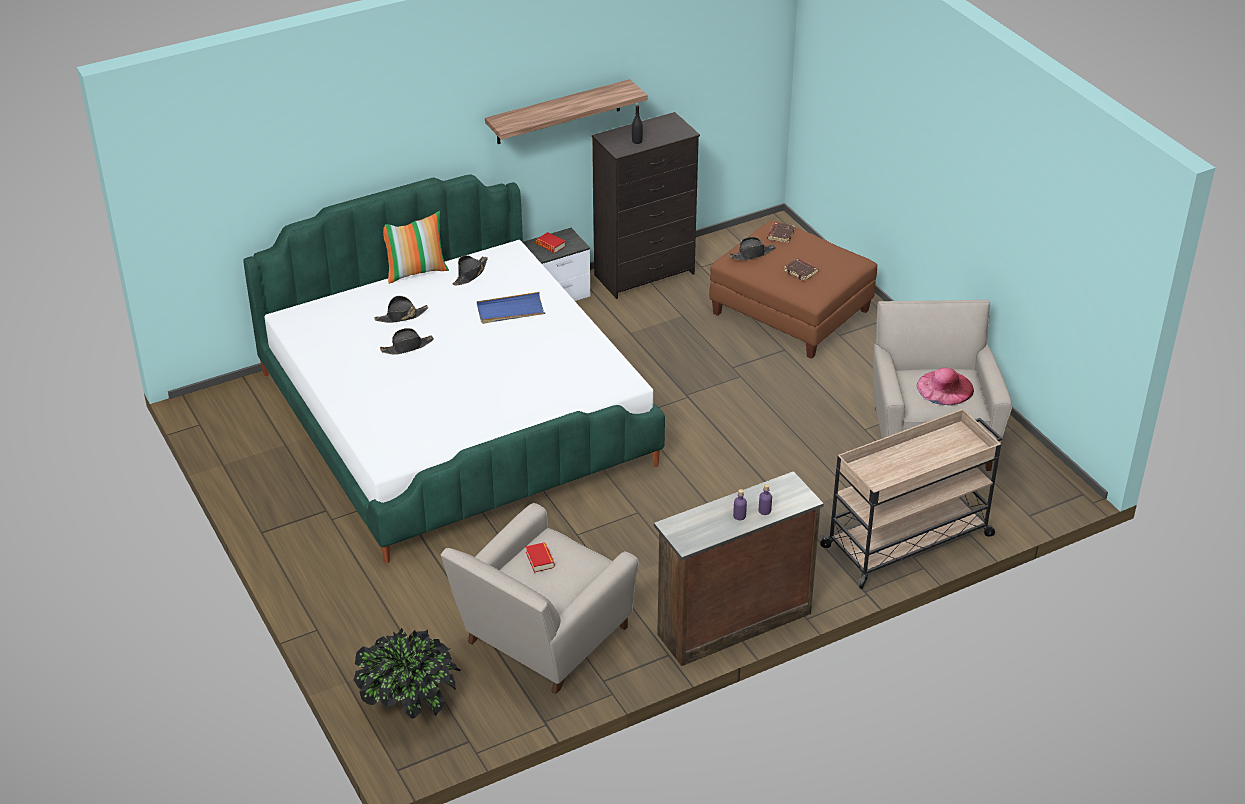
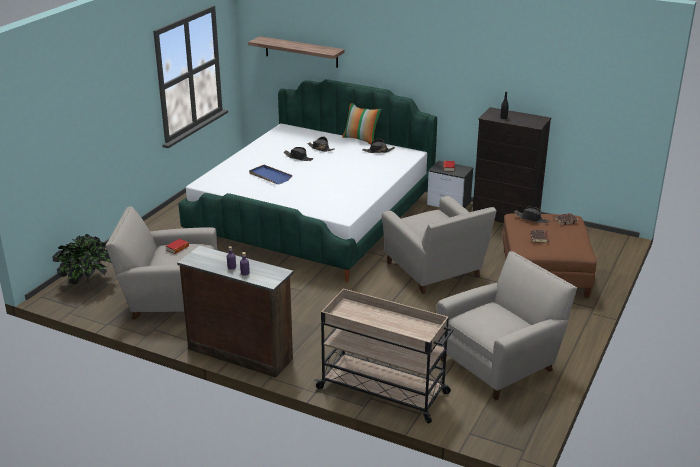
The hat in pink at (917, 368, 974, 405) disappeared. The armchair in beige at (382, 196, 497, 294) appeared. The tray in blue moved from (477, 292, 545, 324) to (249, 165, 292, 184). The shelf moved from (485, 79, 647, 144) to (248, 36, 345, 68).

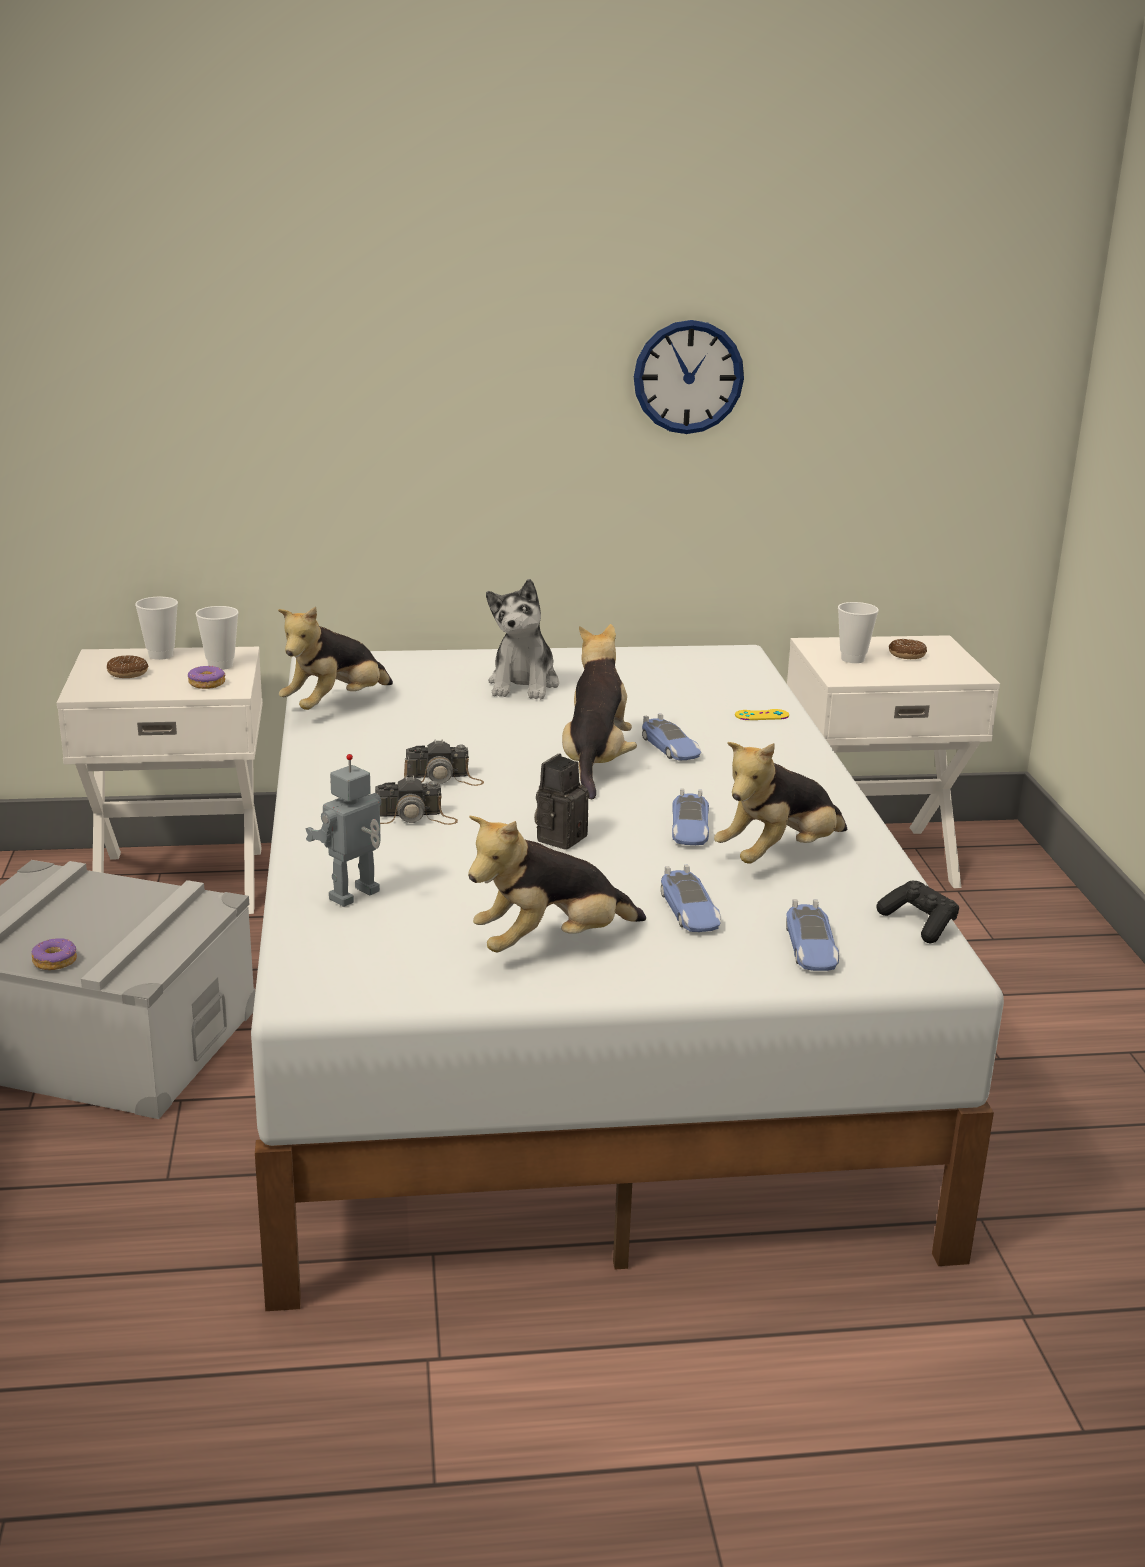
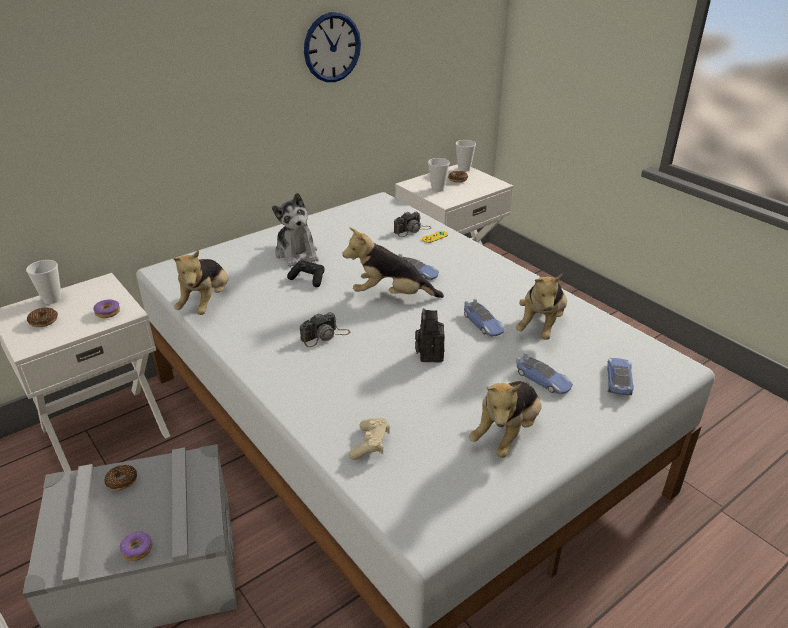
The donut at (104, 465, 137, 491) appeared. The cup moved from (196, 606, 239, 670) to (456, 140, 476, 172). The photo camera moved from (375, 775, 458, 825) to (394, 211, 432, 237). The game controller in black moved from (877, 880, 959, 943) to (287, 260, 325, 287). The toy robot at (305, 754, 381, 907) was replaced by the game controller in beige at (349, 418, 390, 460). The plush toy at (562, 624, 637, 800) turned 60 degrees counterclockwise. The toy car at (786, 899, 839, 971) turned 135 degrees counterclockwise.

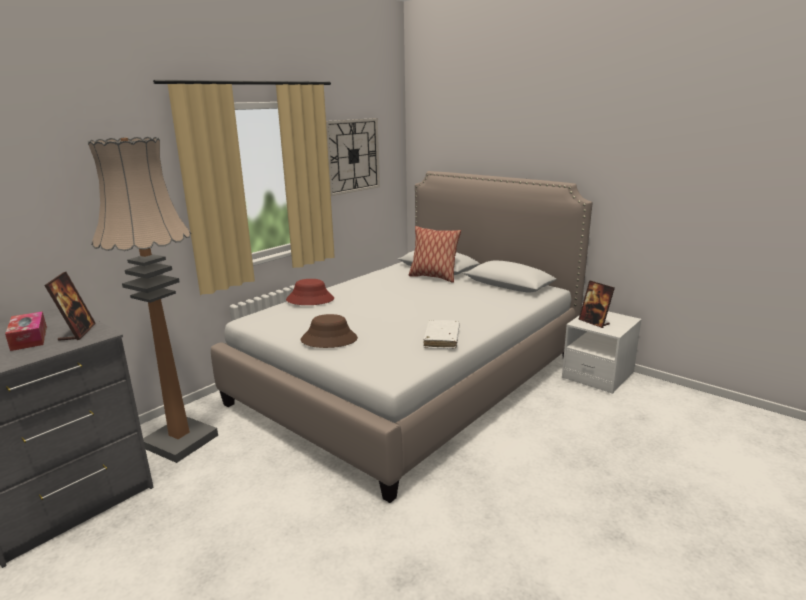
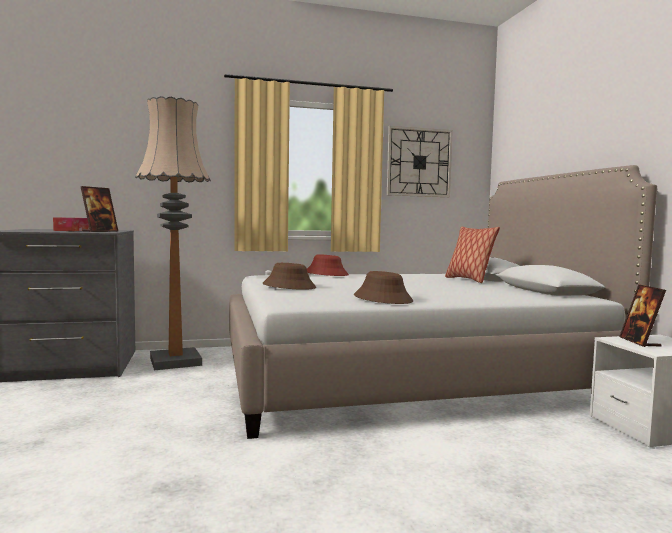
The book in white at (423, 320, 460, 349) was replaced by the hat in brown at (354, 271, 413, 304).

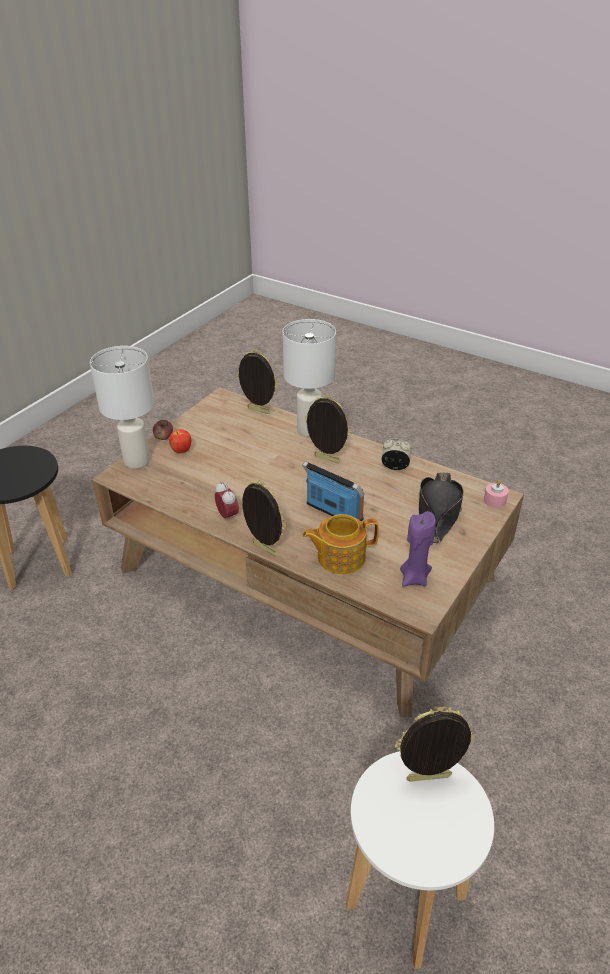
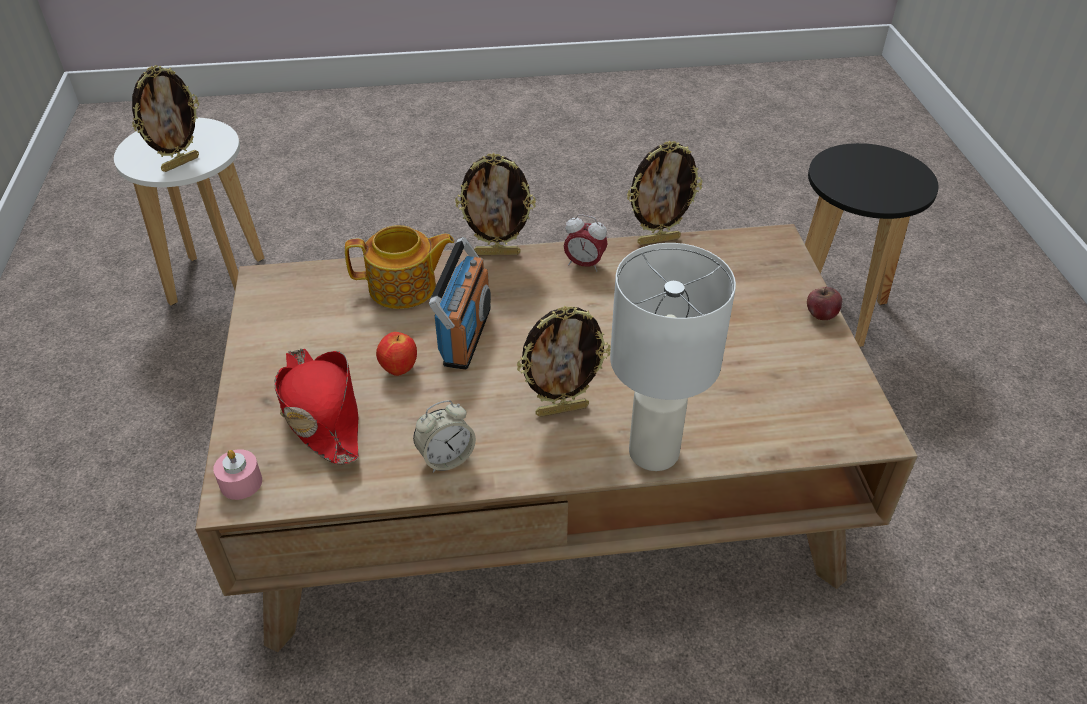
The table lamp in white at (90, 346, 154, 469) disappeared. The candle in purple at (400, 511, 436, 587) disappeared. The apple moved from (169, 429, 192, 453) to (376, 332, 417, 376). The picture frame moved from (237, 349, 278, 414) to (627, 141, 703, 245). The hat in black at (419, 472, 464, 543) became the hat in red at (274, 349, 359, 464). The radio at (302, 461, 365, 521) turned 75 degrees counterclockwise. The teapot at (303, 514, 379, 574) turned 45 degrees clockwise.

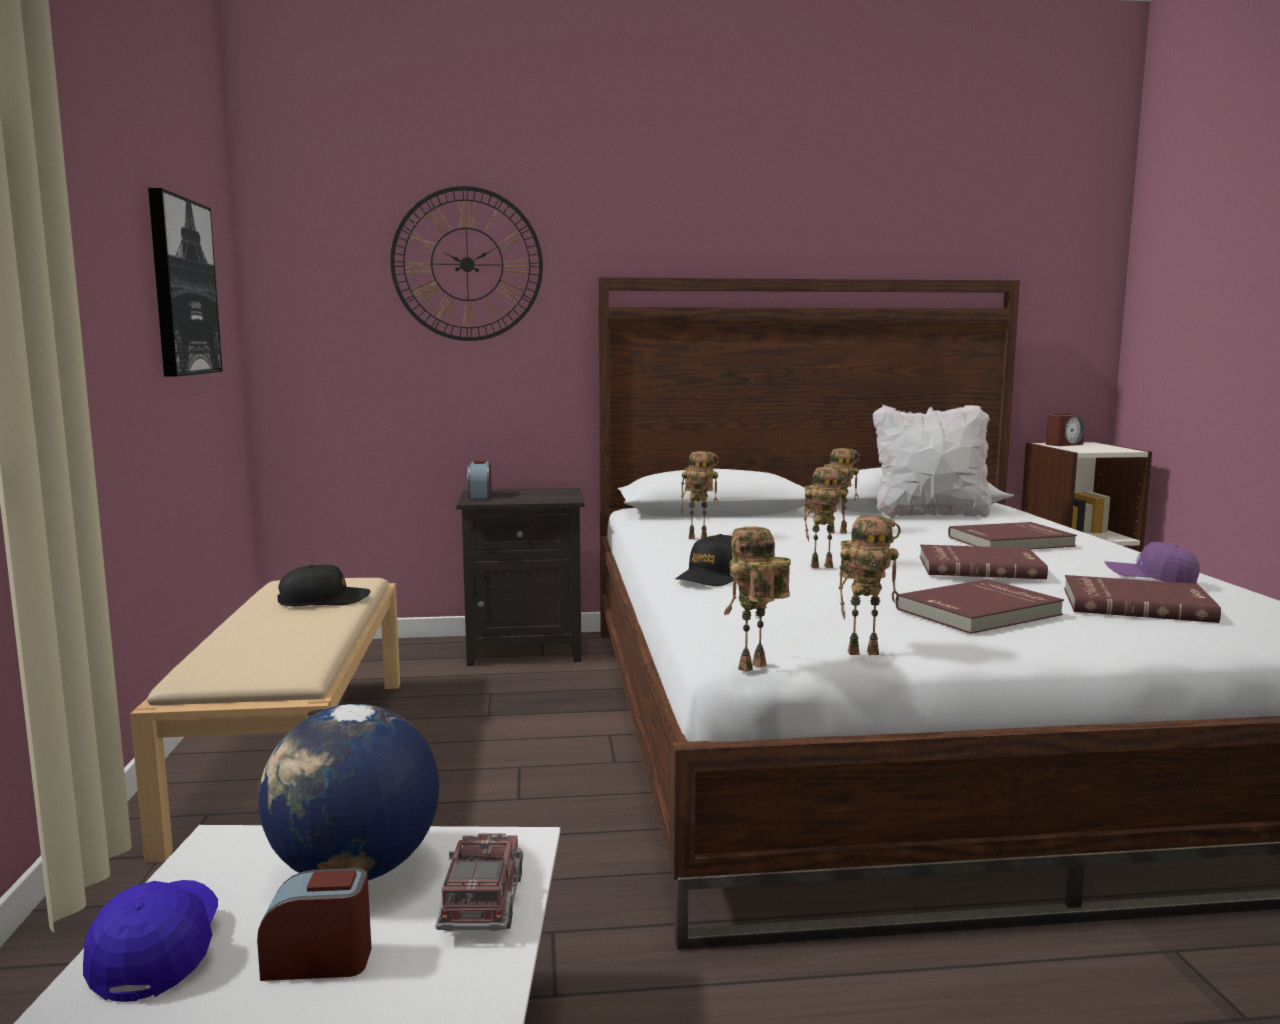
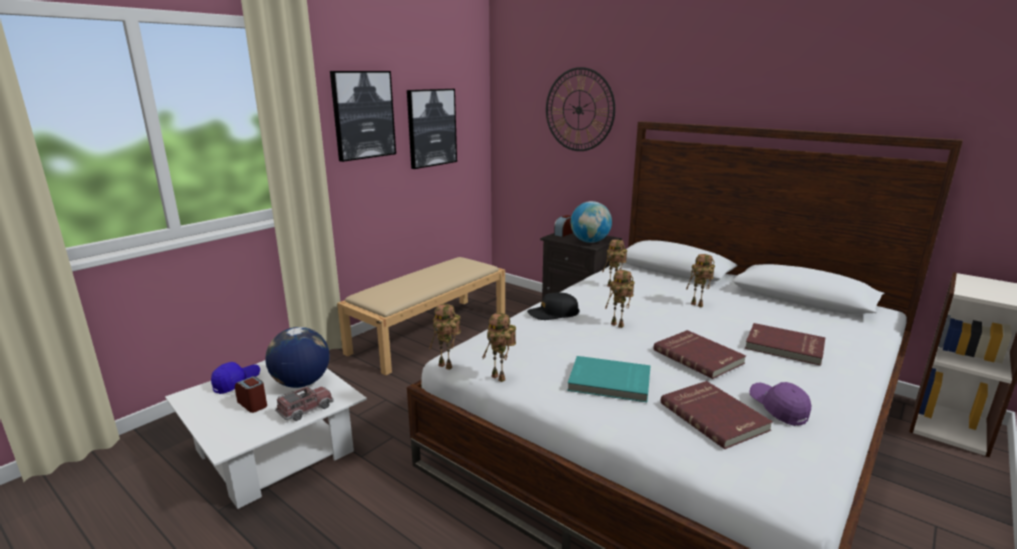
The cap in black at (277, 565, 371, 606) disappeared. The pillow in white at (872, 405, 992, 519) disappeared. The alarm clock at (1046, 413, 1084, 446) disappeared. The picture at (330, 71, 396, 162) appeared. The globe at (570, 201, 612, 243) appeared. The book in red at (895, 579, 1064, 634) became the book in turquoise at (567, 356, 651, 402). The toy robot at (724, 526, 791, 672) turned 150 degrees counterclockwise.

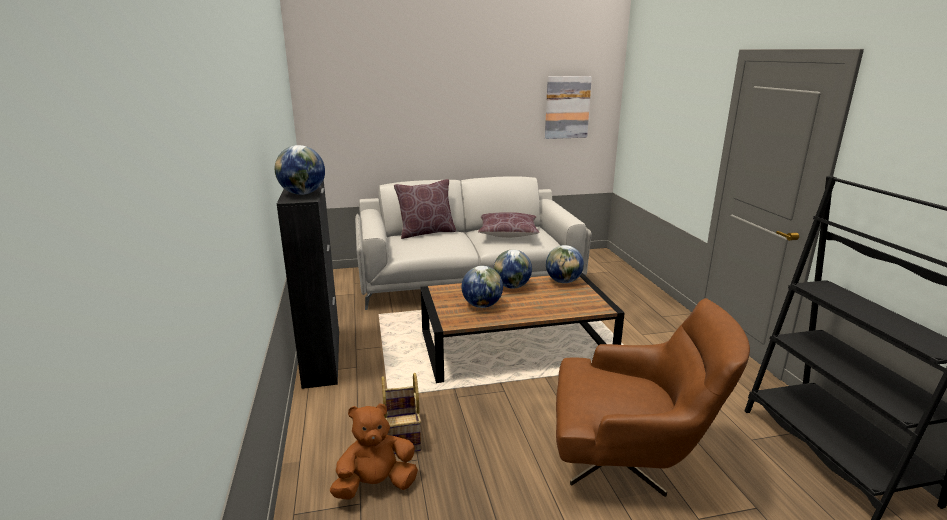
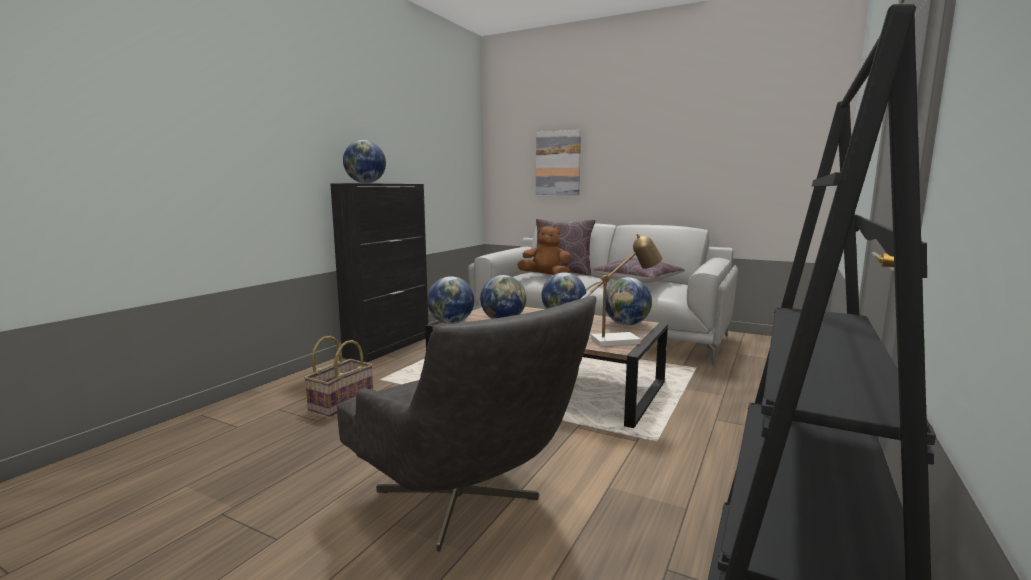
The globe at (427, 276, 474, 324) appeared. The table lamp at (581, 234, 662, 347) appeared. The plush toy in brown moved from (330, 403, 418, 500) to (517, 225, 571, 275). The picture moved from (545, 76, 592, 139) to (536, 130, 581, 195). The armchair in brown at (556, 298, 750, 497) became the armchair in grey at (337, 296, 597, 552).

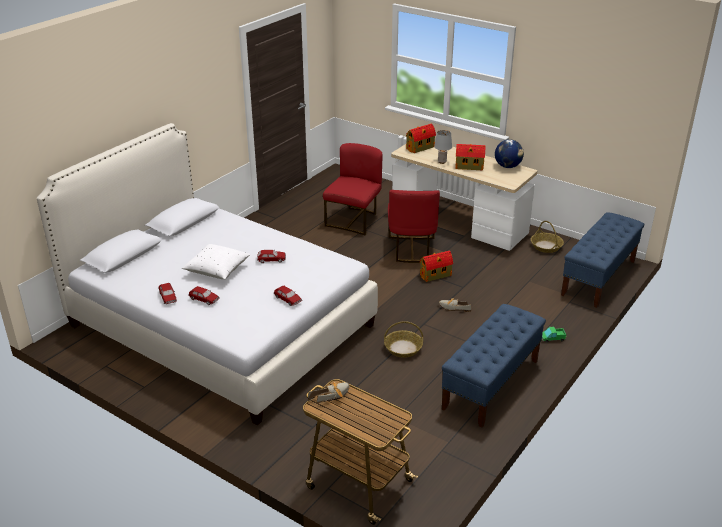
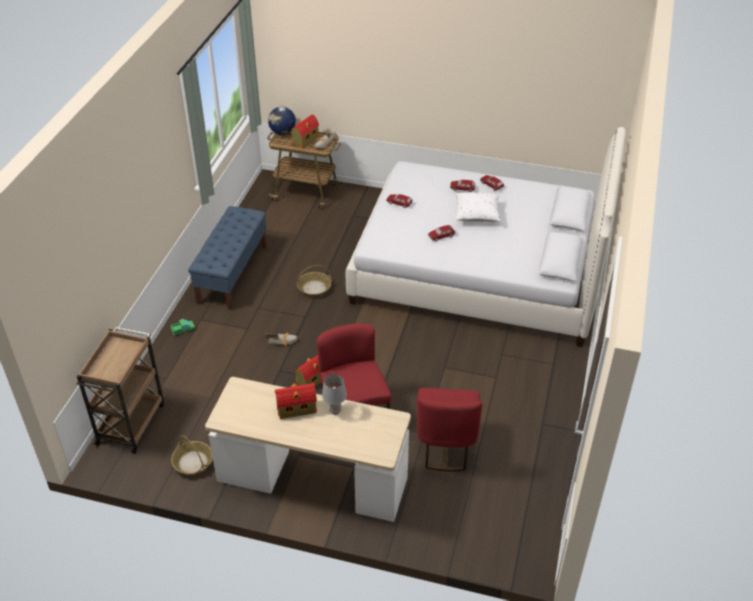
The toy house moved from (406, 124, 436, 153) to (291, 115, 319, 149). The globe moved from (495, 139, 524, 168) to (268, 107, 296, 135). The bench in blue at (561, 212, 644, 308) was replaced by the cart in brown at (77, 327, 164, 454).

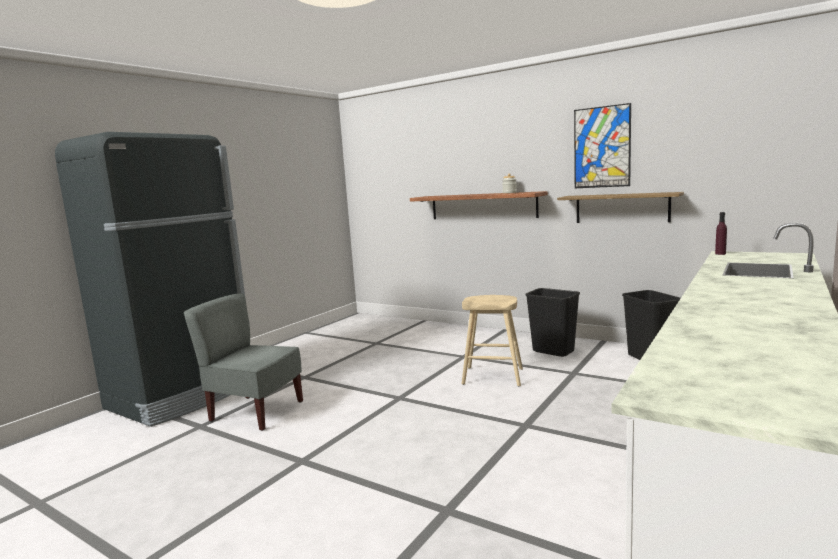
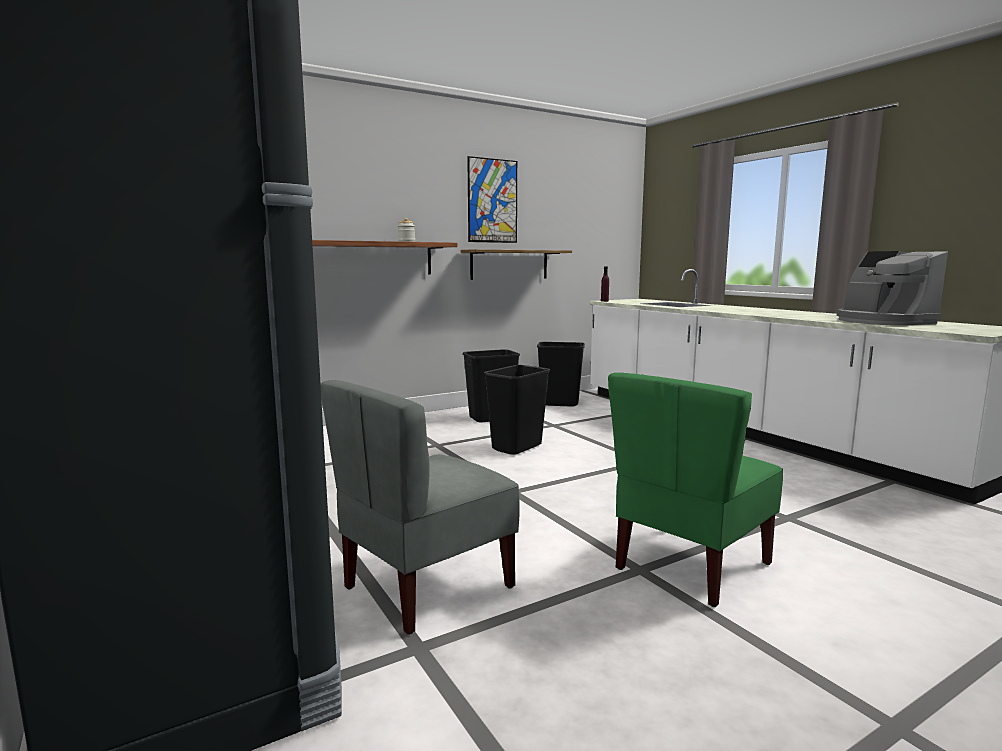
The chair in green at (608, 373, 783, 607) appeared. The coffee machine at (837, 251, 948, 326) appeared. The stool in beige at (462, 295, 523, 386) was replaced by the trash can in black at (484, 365, 550, 455).

